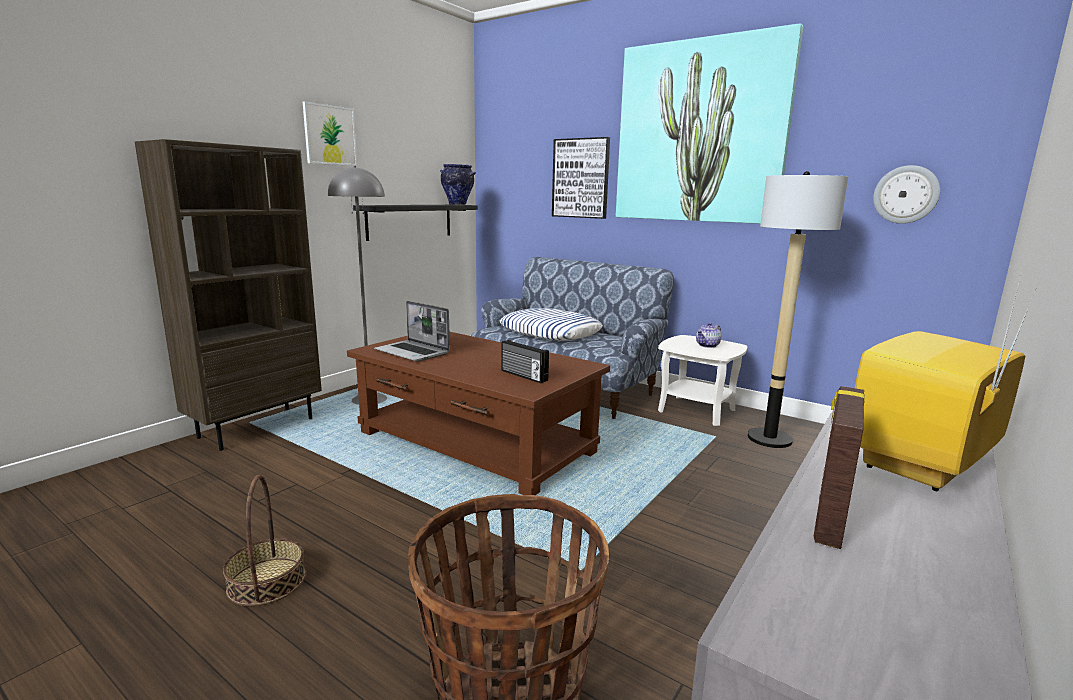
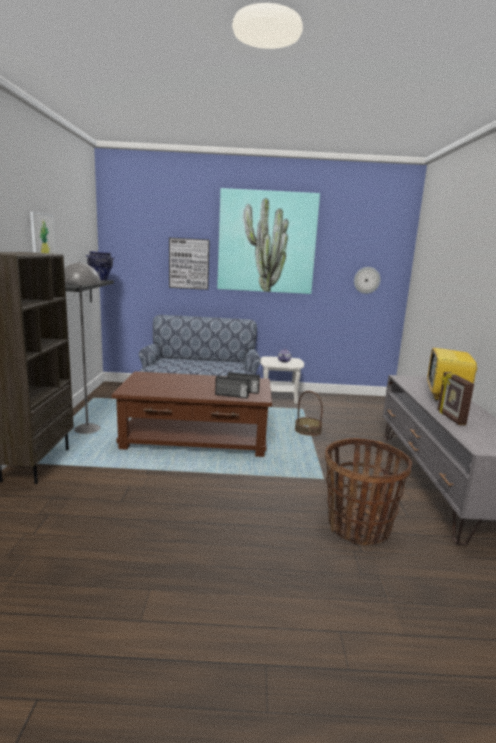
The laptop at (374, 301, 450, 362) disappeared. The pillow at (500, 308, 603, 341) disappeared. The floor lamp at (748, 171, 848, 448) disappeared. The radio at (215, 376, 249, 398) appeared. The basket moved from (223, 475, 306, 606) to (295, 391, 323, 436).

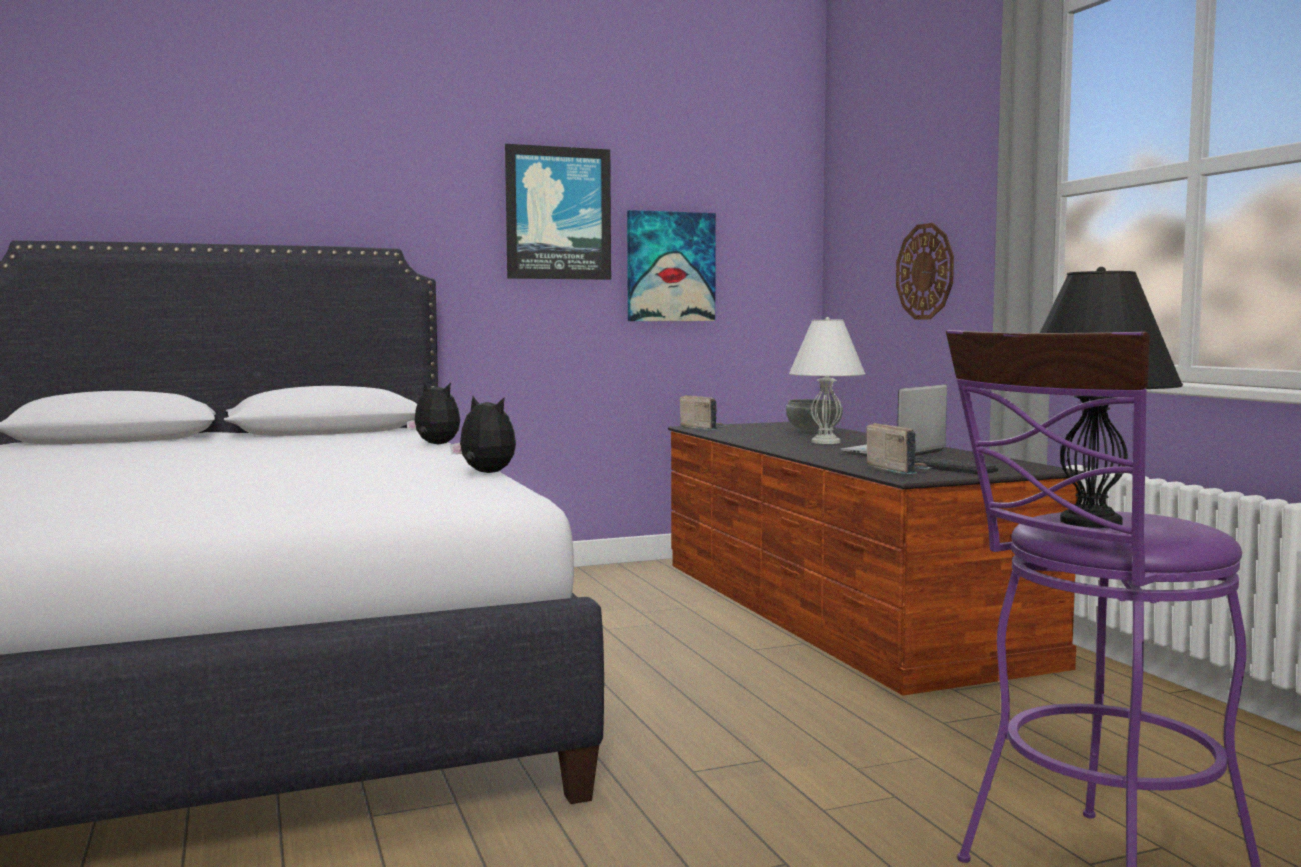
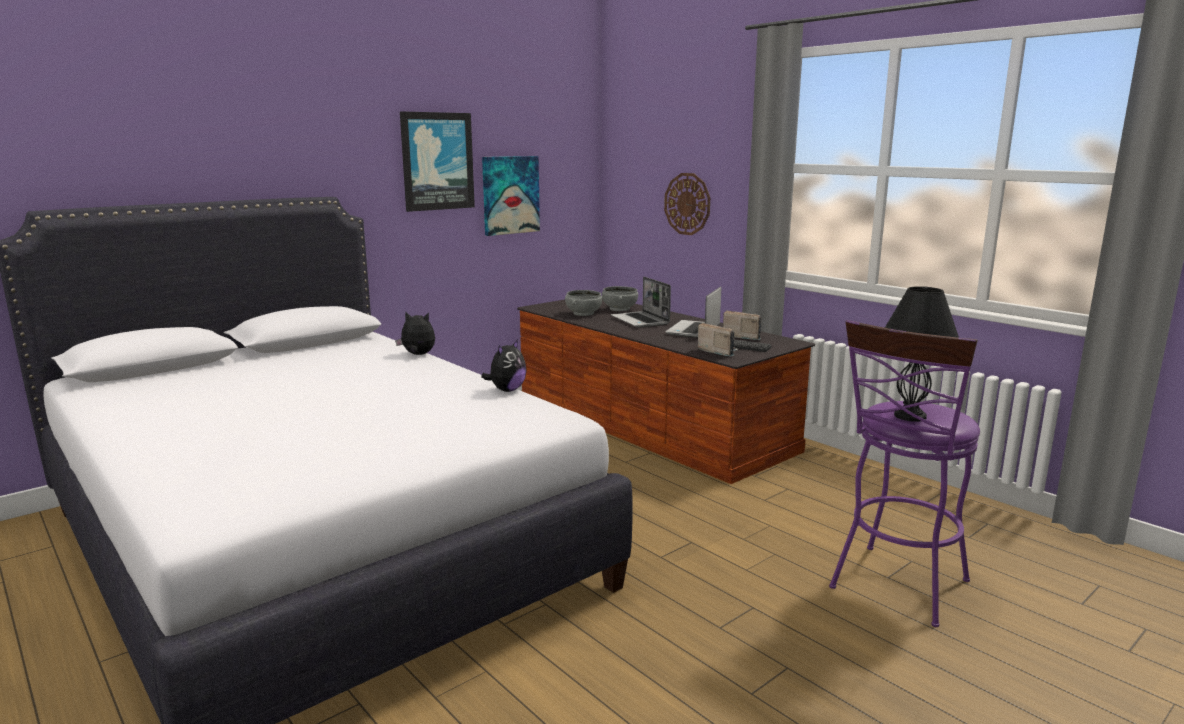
The bowl in grey at (565, 290, 602, 316) appeared. The radio moved from (680, 395, 726, 430) to (723, 311, 761, 340). The table lamp in white at (789, 317, 866, 444) was replaced by the laptop at (611, 277, 671, 328). The plush toy at (450, 396, 516, 473) turned 105 degrees clockwise.

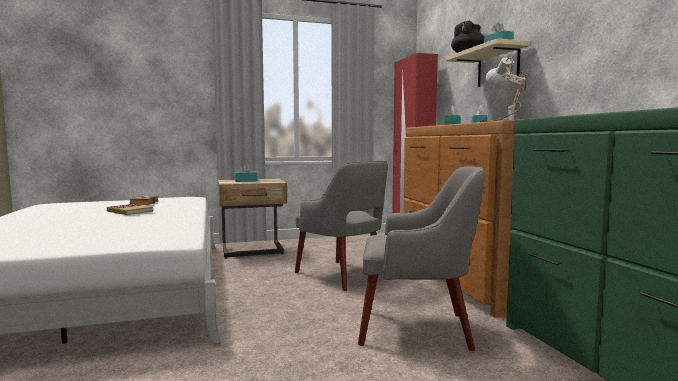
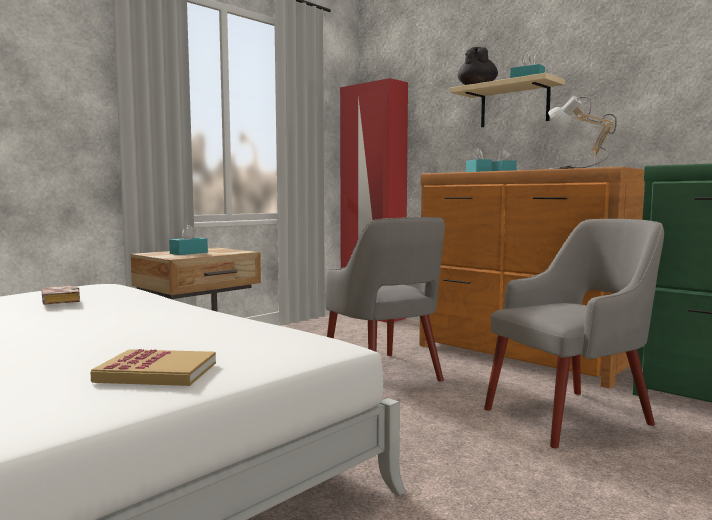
The book moved from (107, 204, 153, 215) to (90, 349, 216, 386). The armchair in grey at (295, 161, 388, 291) turned 45 degrees clockwise.

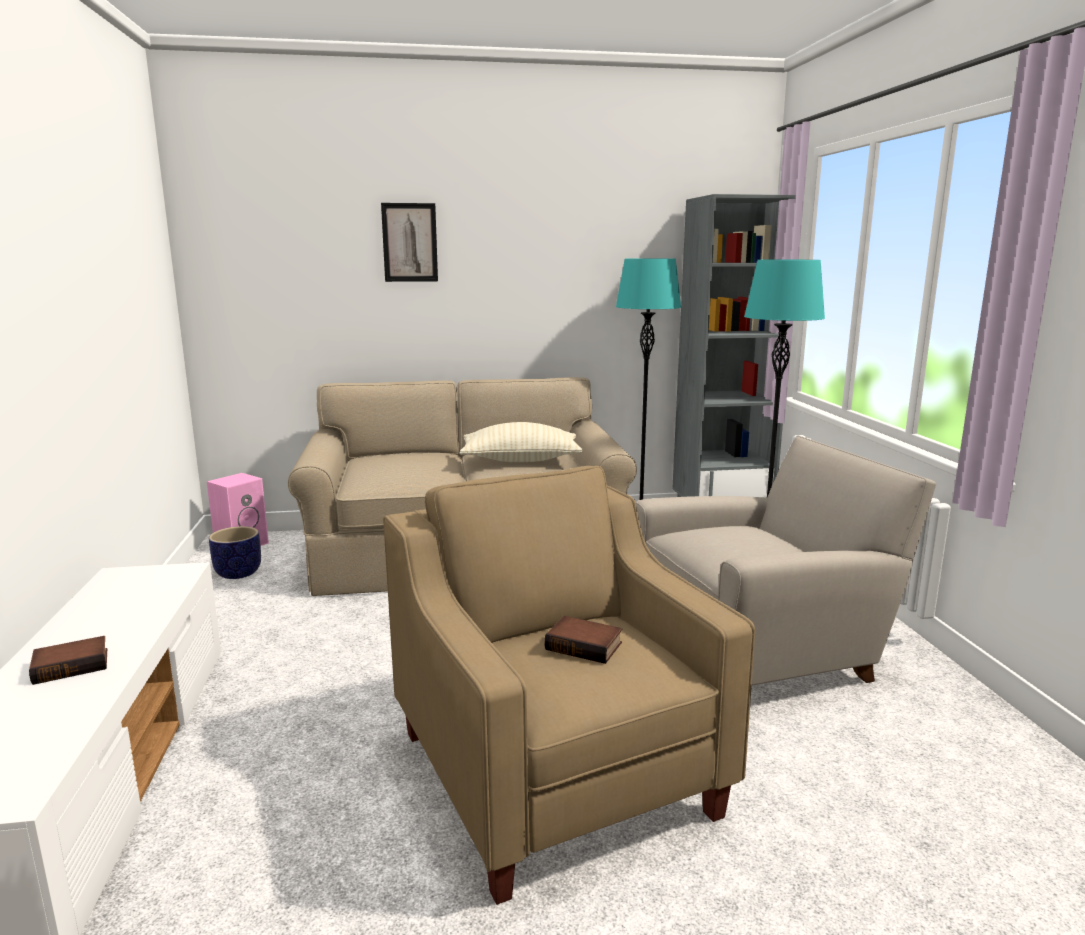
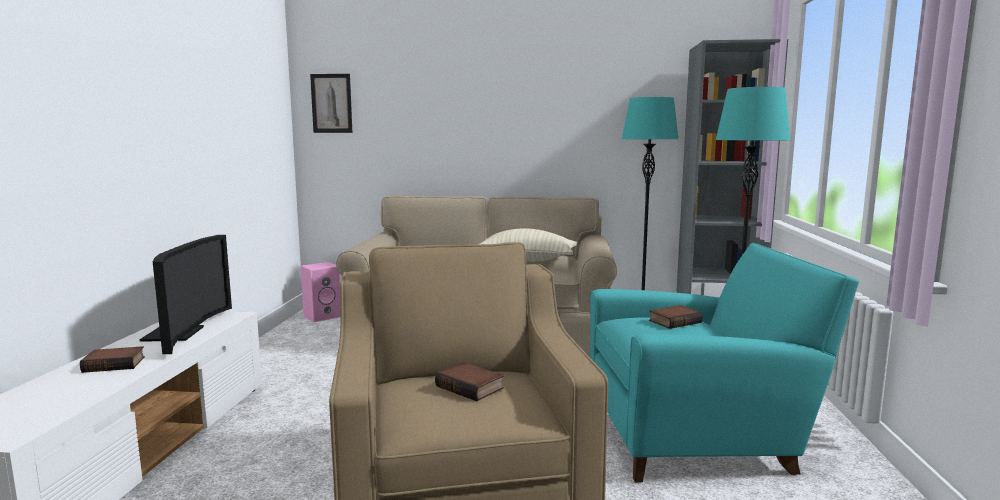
The planter at (209, 526, 261, 579) disappeared. The television at (139, 235, 232, 354) appeared. The book at (649, 305, 703, 329) appeared. The picture moved from (381, 203, 438, 282) to (310, 74, 352, 133). The armchair in beige at (636, 436, 936, 685) became the armchair in turquoise at (590, 243, 859, 483).

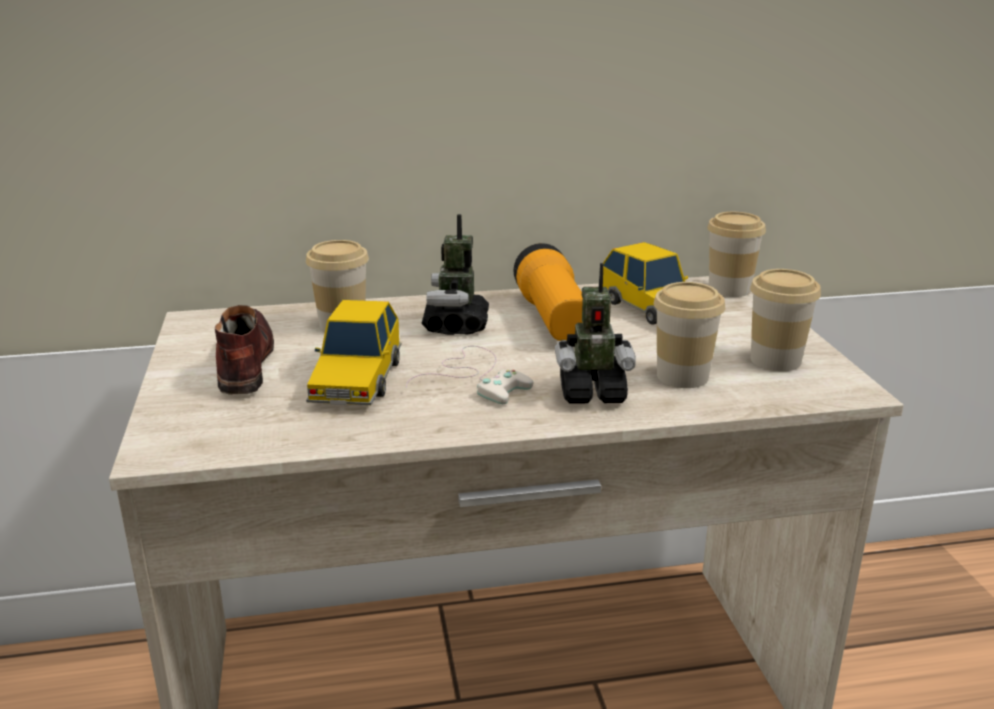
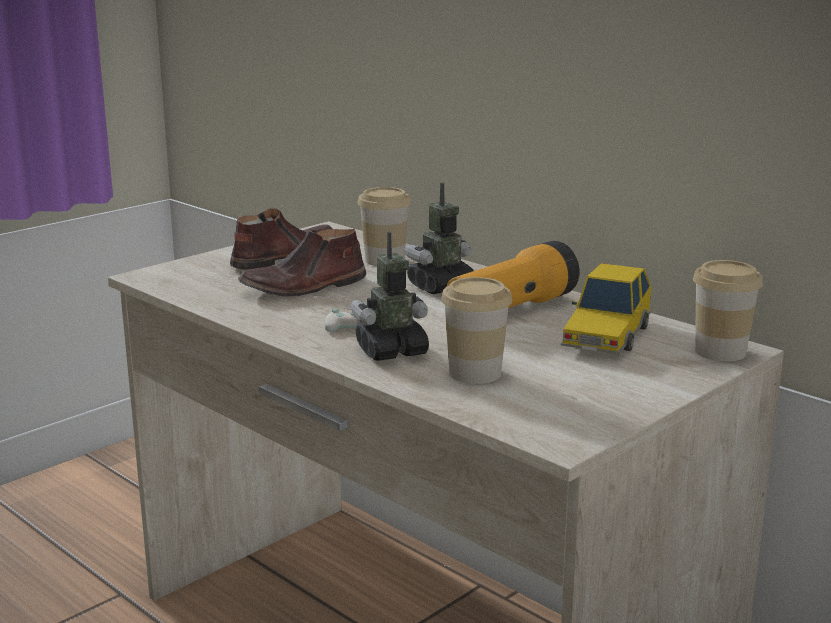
The cup at (750, 269, 821, 371) disappeared. The toy car at (306, 300, 402, 405) was replaced by the shoe in brown at (238, 229, 366, 296). The toy robot at (555, 263, 636, 404) turned 105 degrees clockwise.

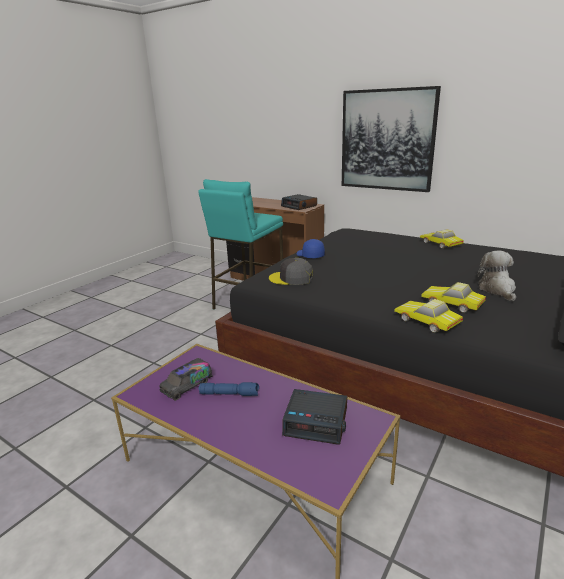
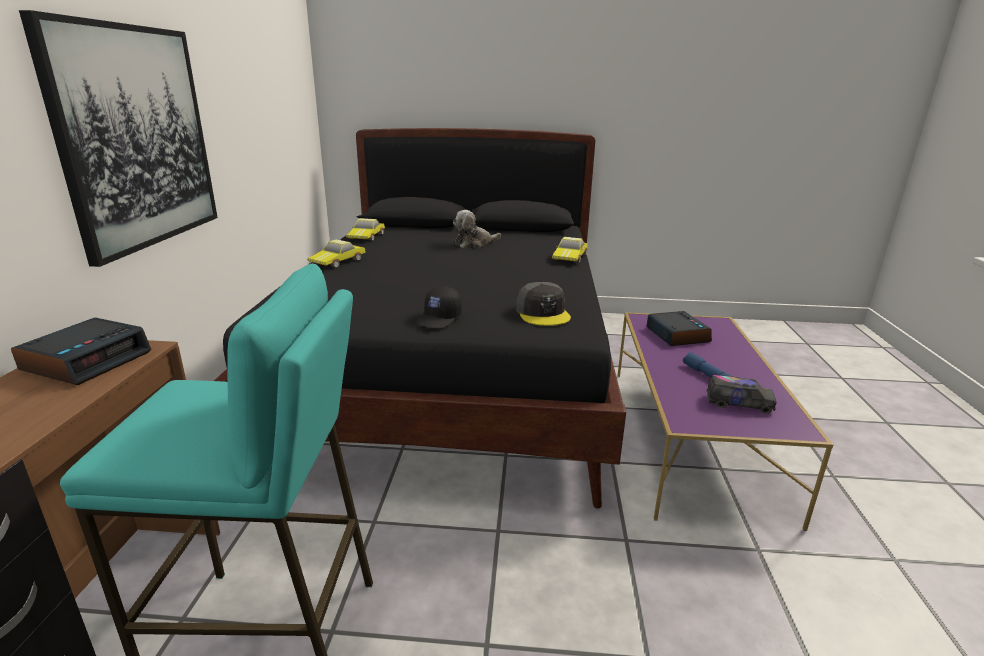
The toy car moved from (421, 282, 486, 313) to (346, 218, 385, 241). The cap in blue at (296, 239, 325, 258) became the cap in black at (416, 286, 462, 329).

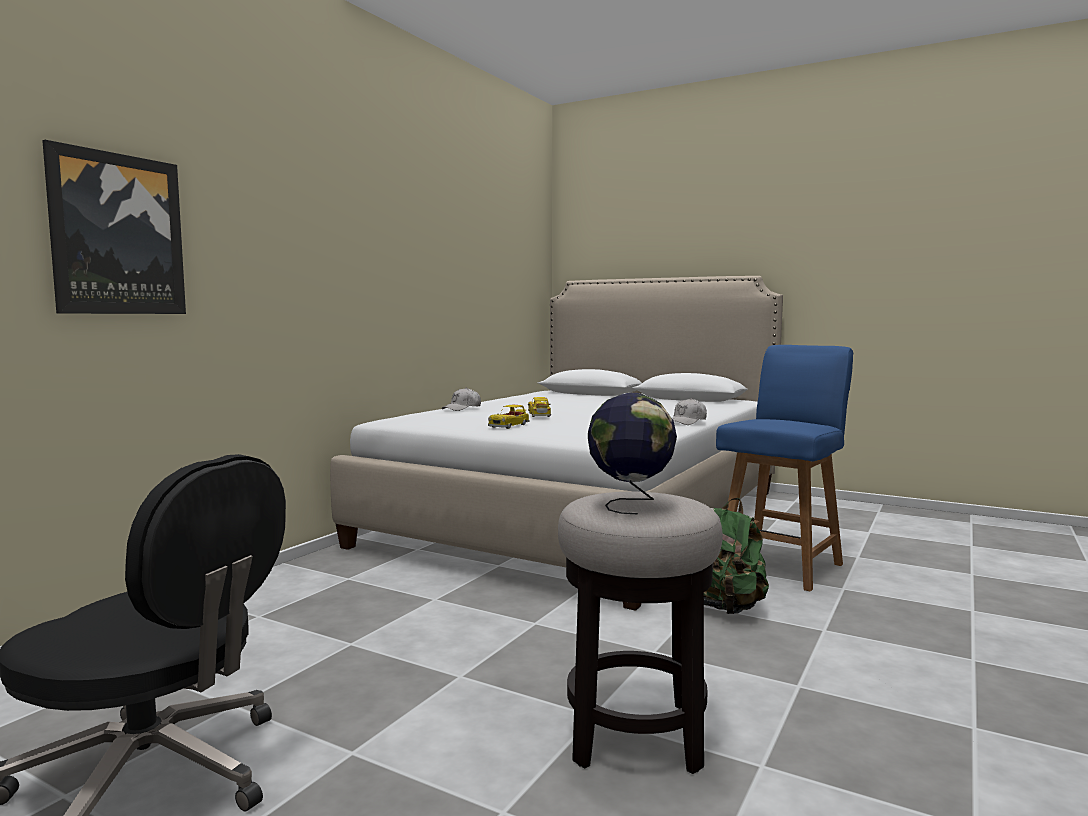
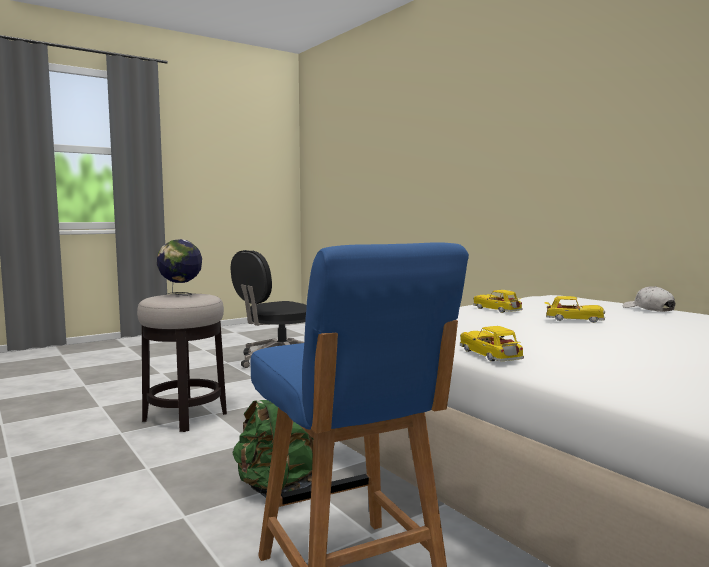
The picture at (42, 140, 186, 314) disappeared. The cap in white at (672, 398, 707, 425) was replaced by the toy car at (460, 326, 524, 361).

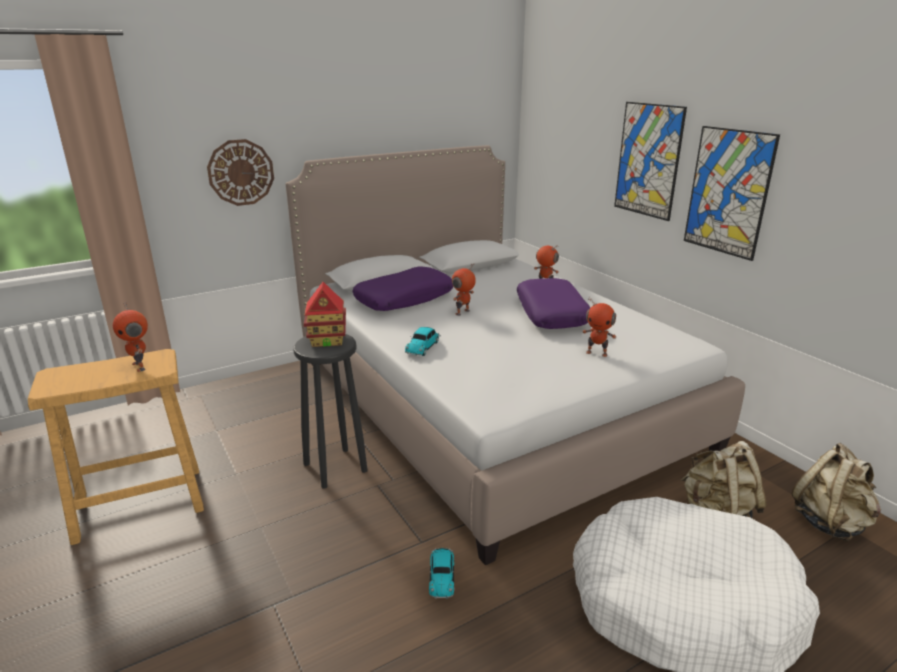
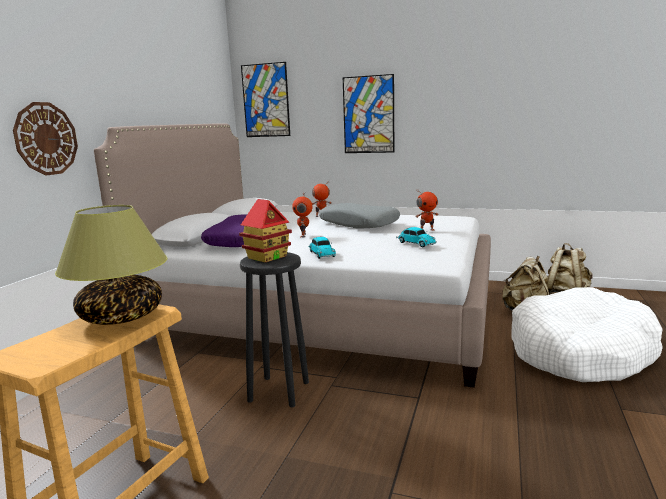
The toy car moved from (429, 548, 454, 599) to (396, 227, 437, 247). The picture moved from (684, 126, 780, 261) to (241, 62, 290, 137). The toy robot at (113, 303, 148, 372) was replaced by the table lamp at (55, 205, 167, 325). The pillow in purple at (517, 278, 591, 329) became the pillow in grey at (319, 203, 400, 229).

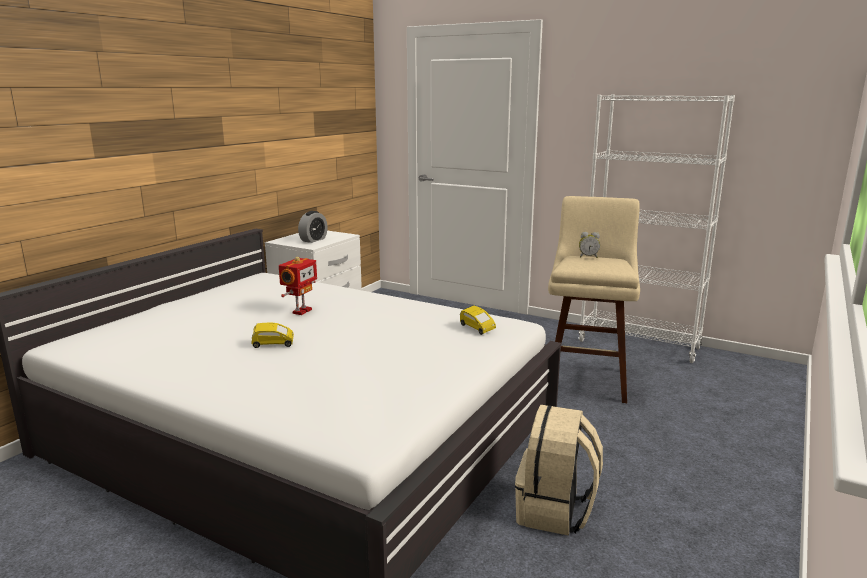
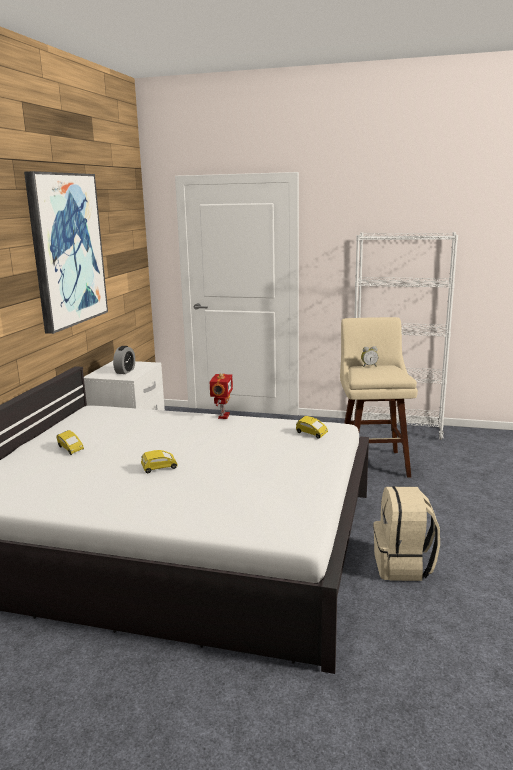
The picture at (24, 171, 108, 334) appeared. The toy car in yellow at (57, 430, 84, 455) appeared. The toy robot moved from (279, 257, 317, 315) to (210, 373, 233, 419).

